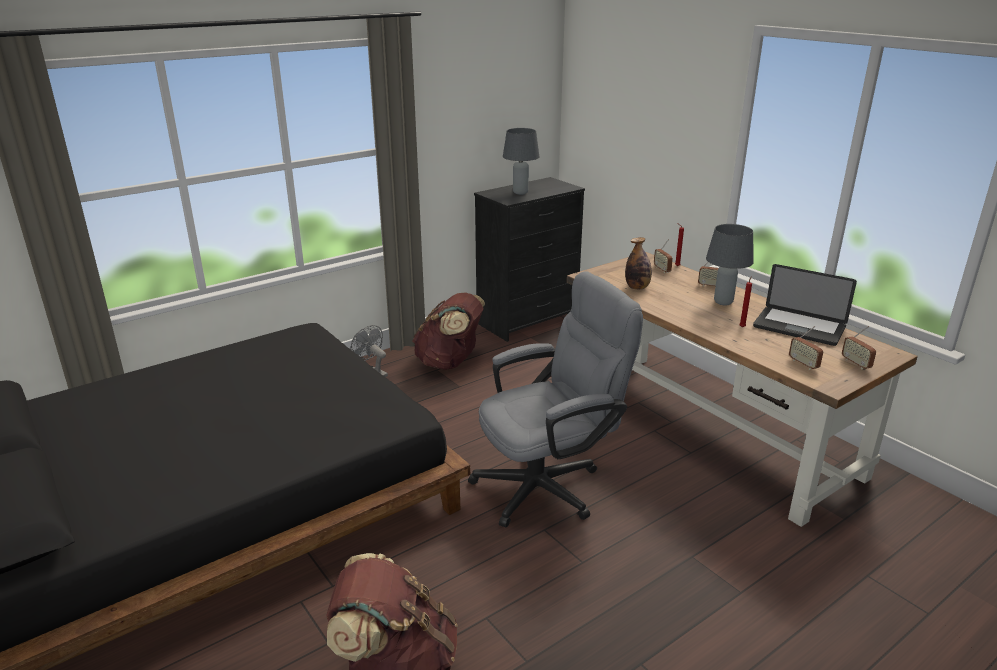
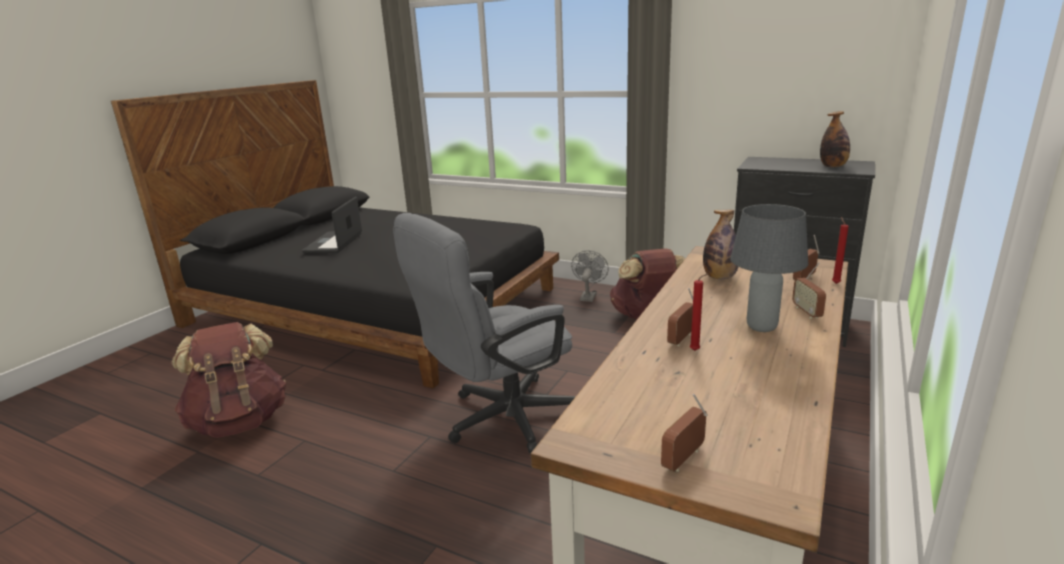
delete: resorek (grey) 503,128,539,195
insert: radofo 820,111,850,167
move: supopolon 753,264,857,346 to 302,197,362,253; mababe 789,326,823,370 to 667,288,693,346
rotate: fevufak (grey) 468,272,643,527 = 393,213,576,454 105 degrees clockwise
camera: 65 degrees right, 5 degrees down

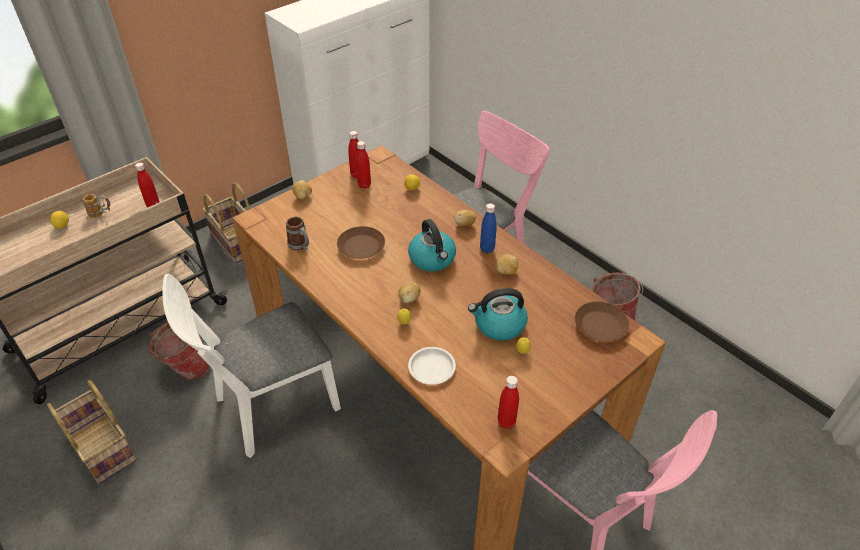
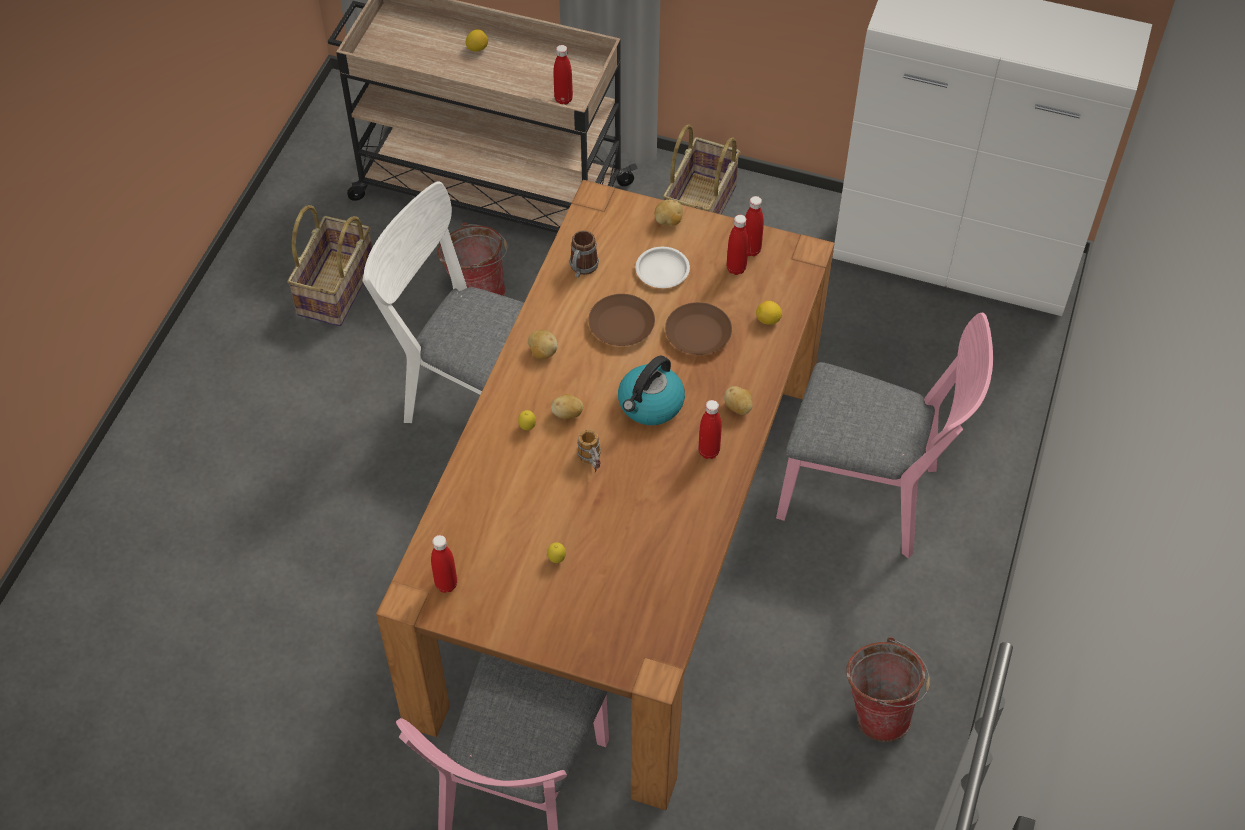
delete: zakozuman 468,288,528,341
move: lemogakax 83,194,110,218 to 577,429,601,472; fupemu 496,255,518,275 to 528,330,558,359; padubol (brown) 575,301,629,342 to 665,302,732,355; padubol (white) 408,347,456,385 to 636,247,690,288
recolor: radofo (blue) 480,203,497,253 to radofo (red) 698,400,722,459
camera: 60 degrees right, 10 degrees up

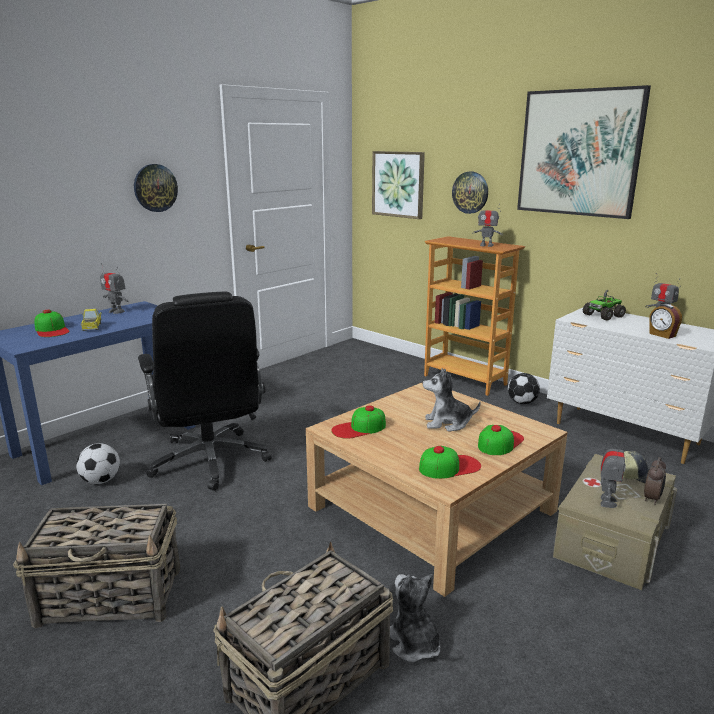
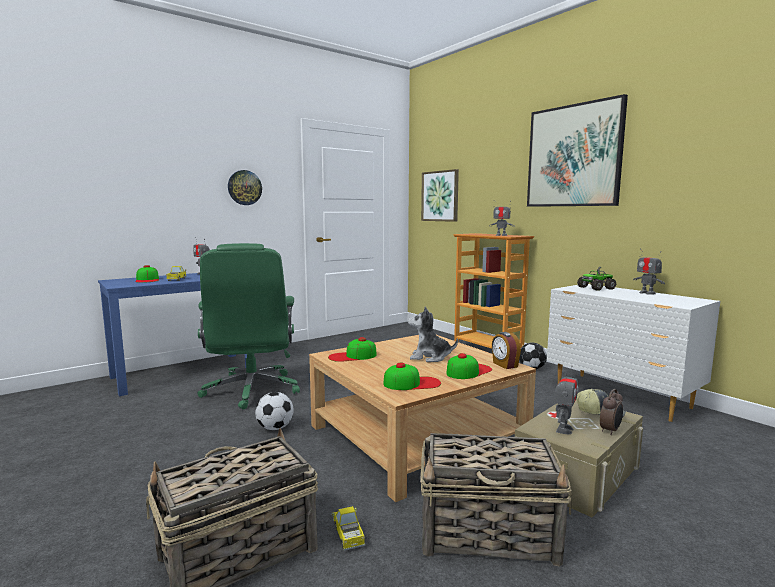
delete: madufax 452,171,488,214
move: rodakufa 649,304,682,339 to 492,332,521,369; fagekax 76,443,120,484 to 255,392,294,430; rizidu 13,504,180,628 to 420,433,572,567
replace: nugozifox 390,574,440,662 to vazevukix 332,506,365,551
recolor: fevufak (black) 138,292,272,491 to fevufak (green) 197,243,300,410
camera: 10 degrees right, 10 degrees down

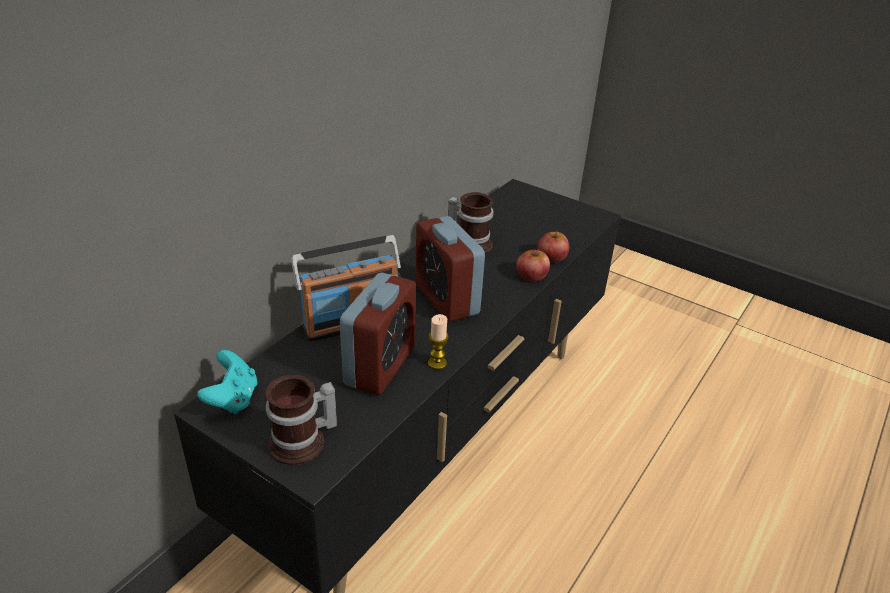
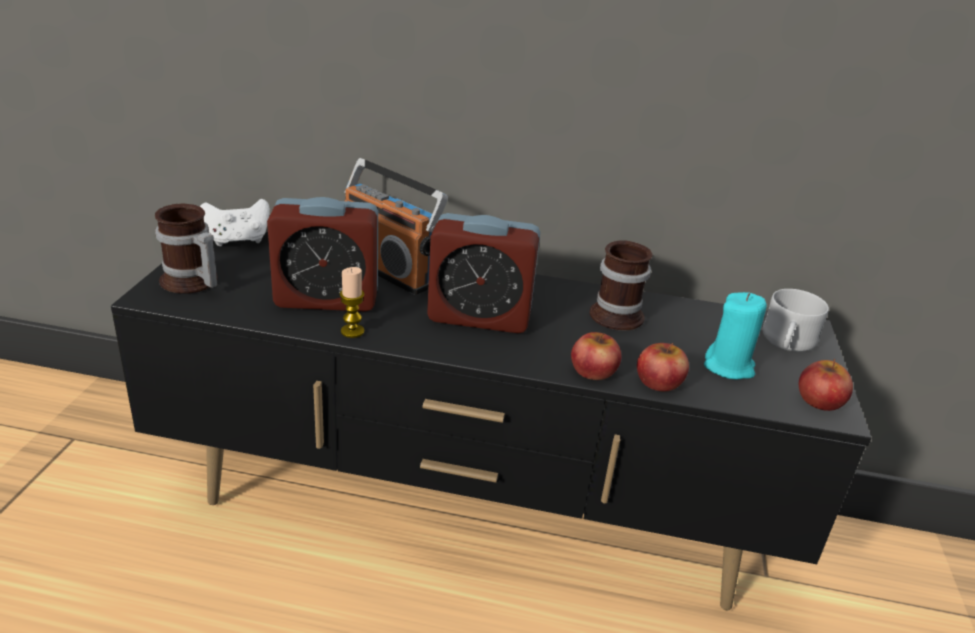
insert: lemogakax (white) 763,289,829,352; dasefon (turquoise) 704,292,767,380; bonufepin 799,358,853,411
recolor: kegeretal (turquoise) 197,350,257,414 to kegeretal (white) 200,199,270,246
rotate: rodakufa 415,216,485,322 = 427,213,540,333 120 degrees counterclockwise
camera: 65 degrees right, 5 degrees down

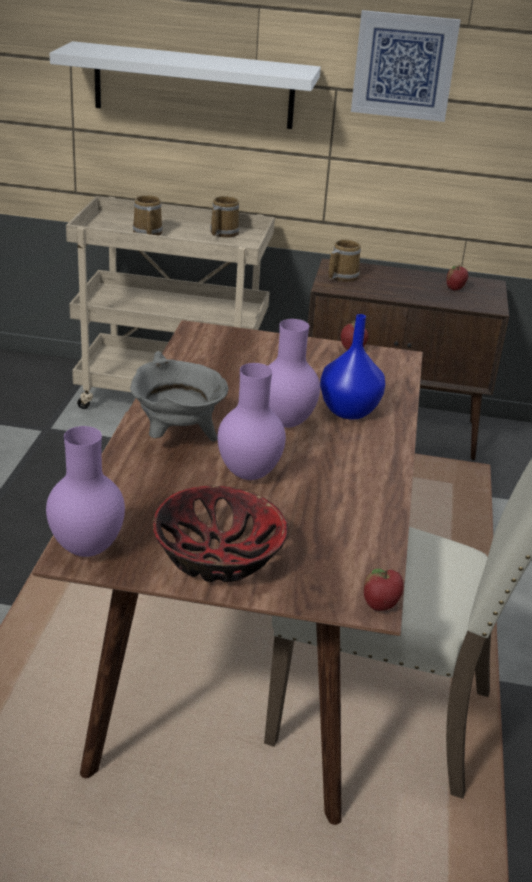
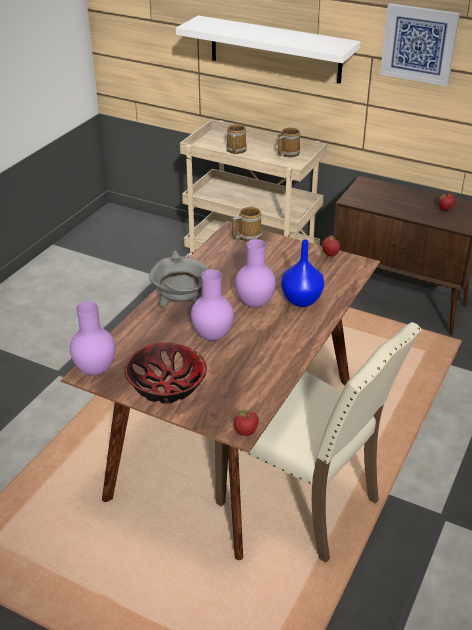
move: lemogakax 328,239,361,282 to 232,207,262,242
camera: 20 degrees right, 5 degrees up

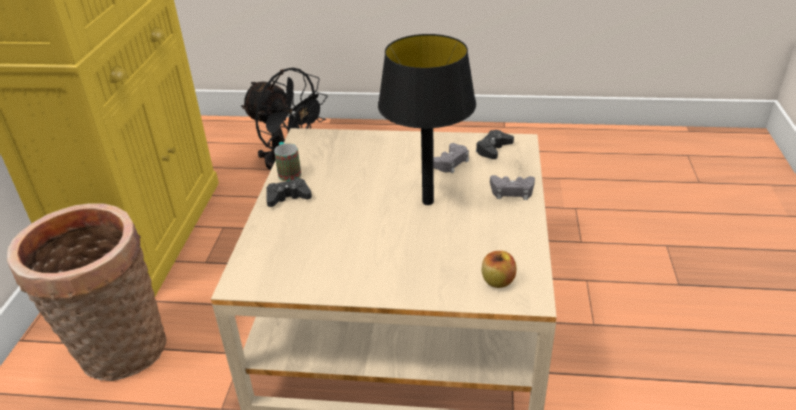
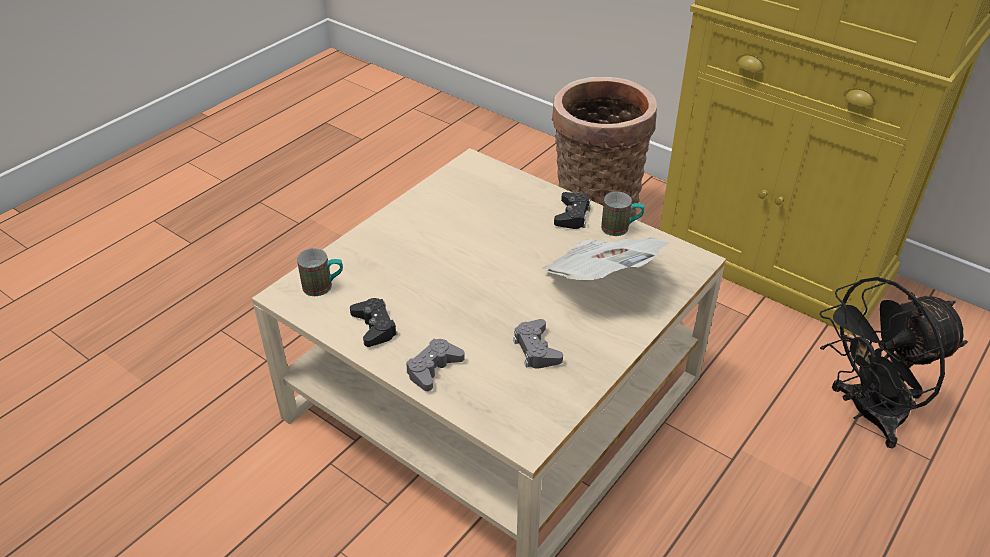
delete: resorek (black) 378,34,476,205
insert: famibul 543,238,669,280
move: kegeretal (black) 476,130,514,159 to 350,298,398,347
replace: bonufepin 482,251,516,288 to lemogakax 297,248,343,296
camera: 120 degrees right, 5 degrees up

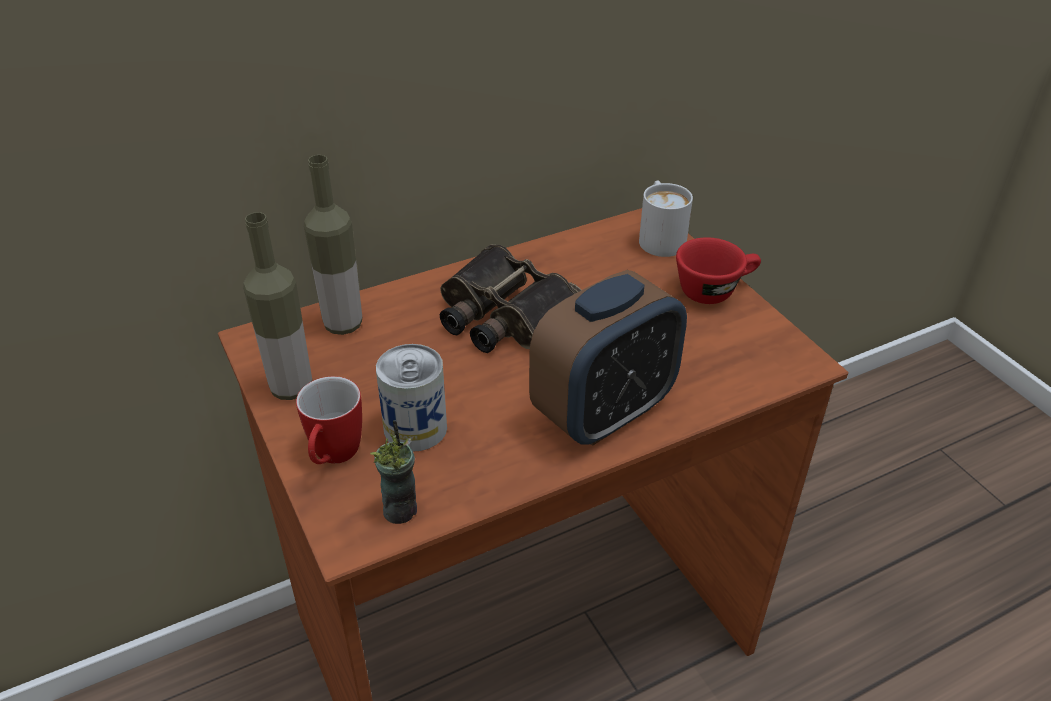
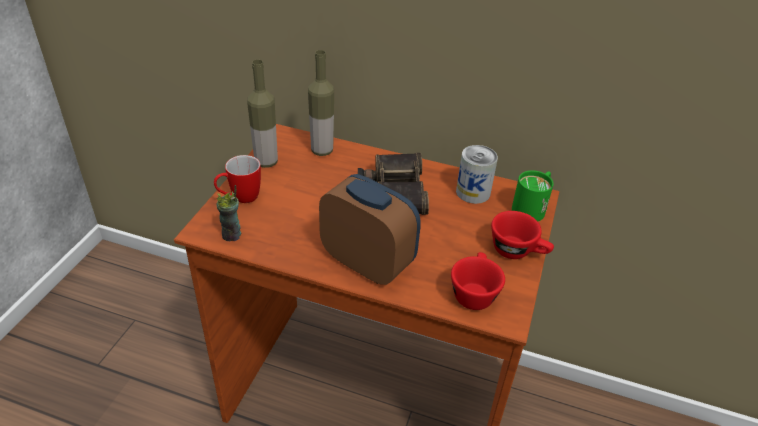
insert: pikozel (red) 451,252,505,310
move: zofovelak 376,344,447,452 to 456,145,498,204
recolor: lemogakax (white) 639,180,693,257 to lemogakax (green) 512,170,554,221
rotate: rodakufa 529,270,687,446 = 319,174,421,285 150 degrees counterclockwise
camera: 45 degrees right, 0 degrees up

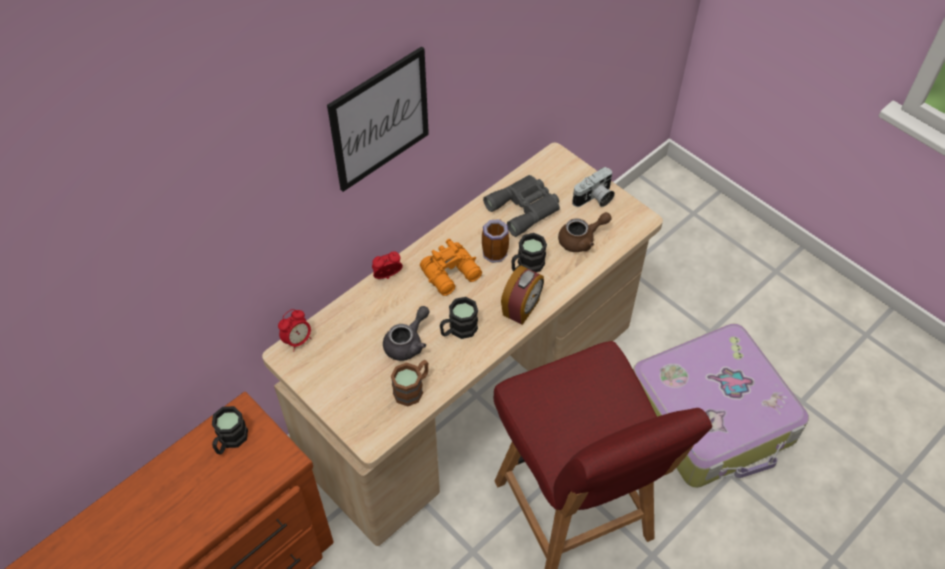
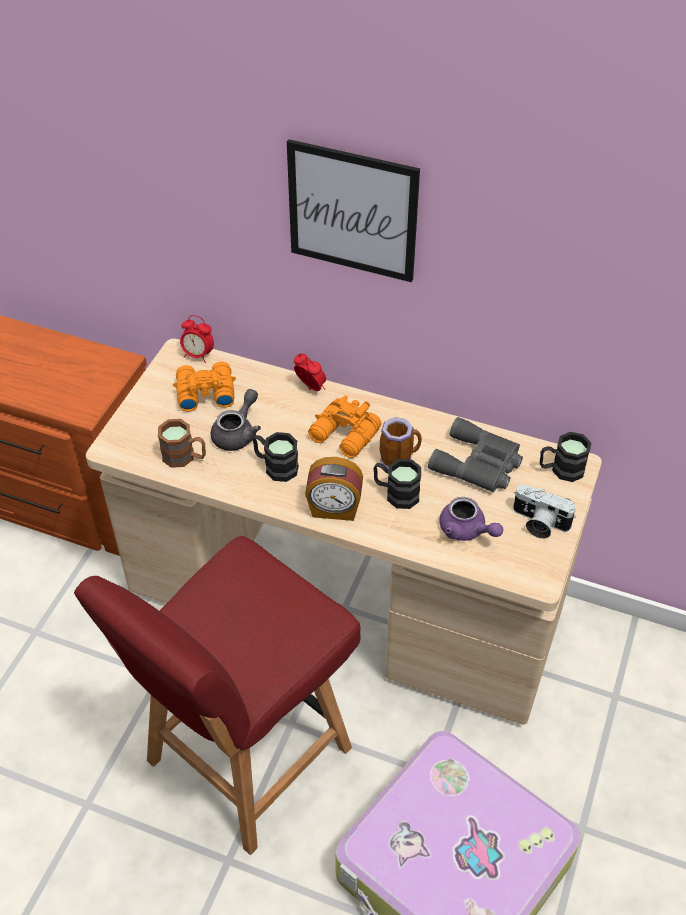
insert: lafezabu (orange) 173,361,236,412
move: lemogakax (black) 212,406,248,454 to 540,432,591,482
recolor: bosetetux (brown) 558,212,612,252 to bosetetux (purple) 439,497,503,541
rotate: bosetetux (grey) 383,306,430,361 = 211,389,261,451 75 degrees counterclockwise
camera: 65 degrees right, 5 degrees down

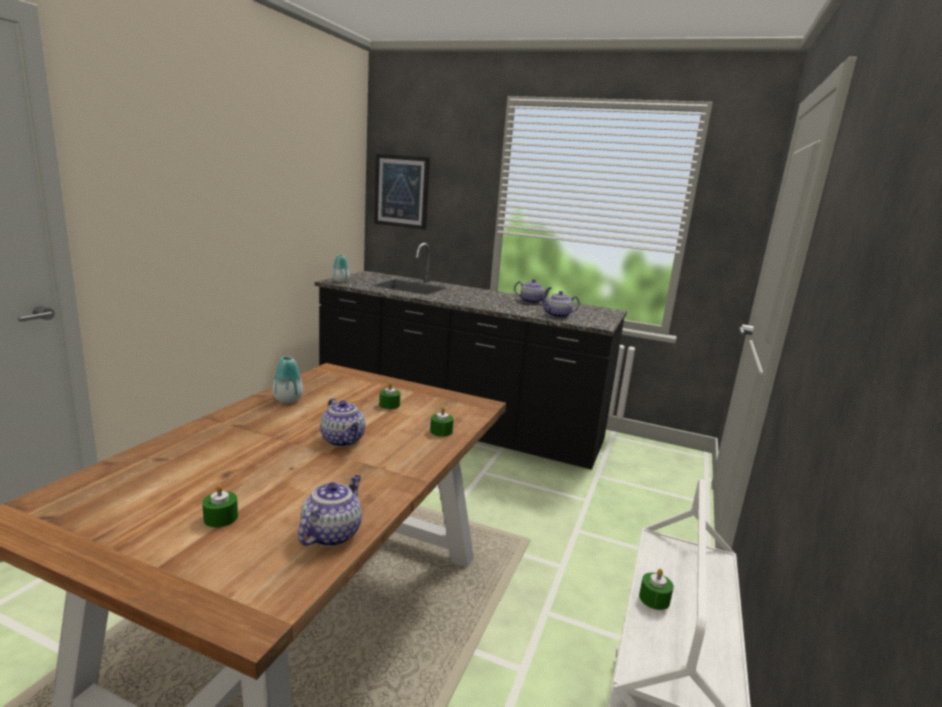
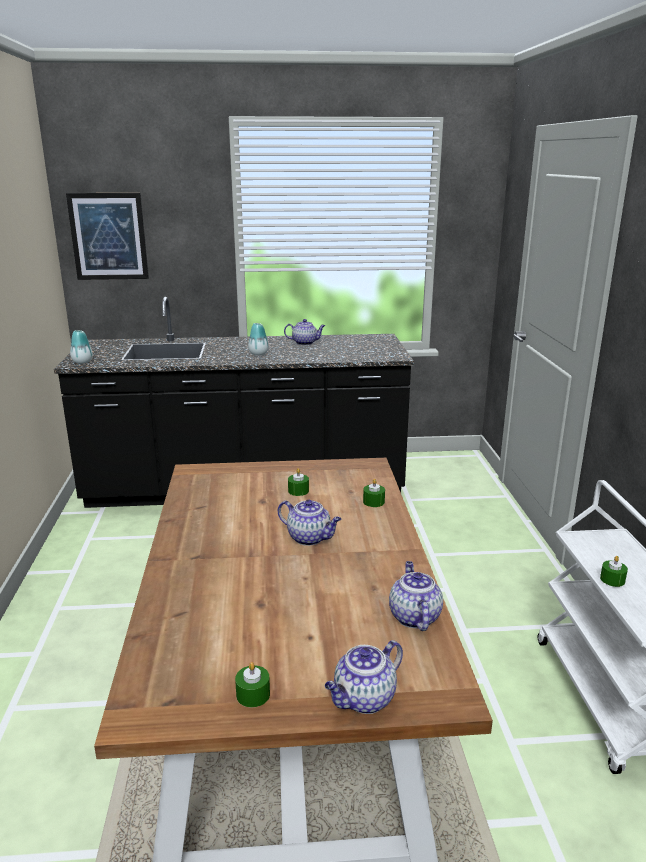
move: bosetetux 540,291,580,318 to 325,640,403,714; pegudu 272,356,303,403 to 248,323,269,355; dasefon (green) 202,484,238,528 to 235,662,270,707
camera: 25 degrees left, 5 degrees up

